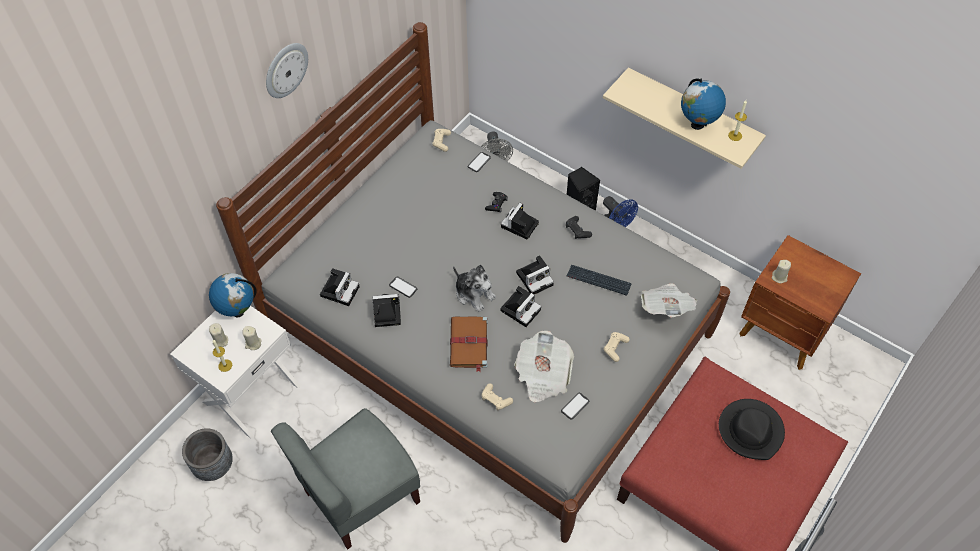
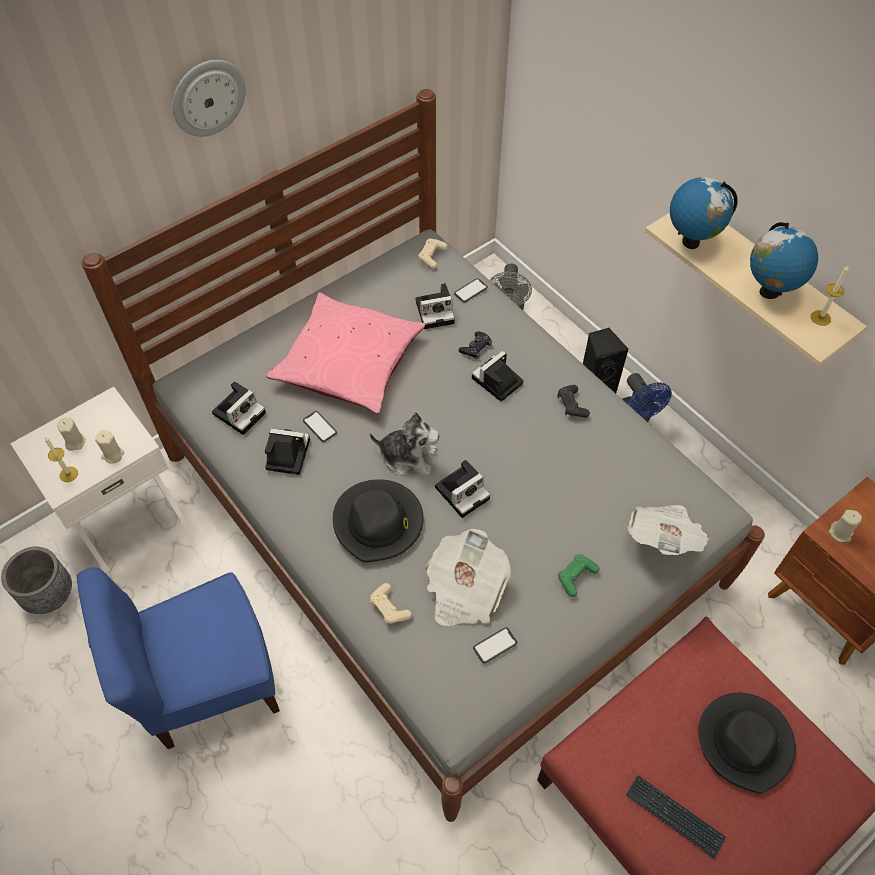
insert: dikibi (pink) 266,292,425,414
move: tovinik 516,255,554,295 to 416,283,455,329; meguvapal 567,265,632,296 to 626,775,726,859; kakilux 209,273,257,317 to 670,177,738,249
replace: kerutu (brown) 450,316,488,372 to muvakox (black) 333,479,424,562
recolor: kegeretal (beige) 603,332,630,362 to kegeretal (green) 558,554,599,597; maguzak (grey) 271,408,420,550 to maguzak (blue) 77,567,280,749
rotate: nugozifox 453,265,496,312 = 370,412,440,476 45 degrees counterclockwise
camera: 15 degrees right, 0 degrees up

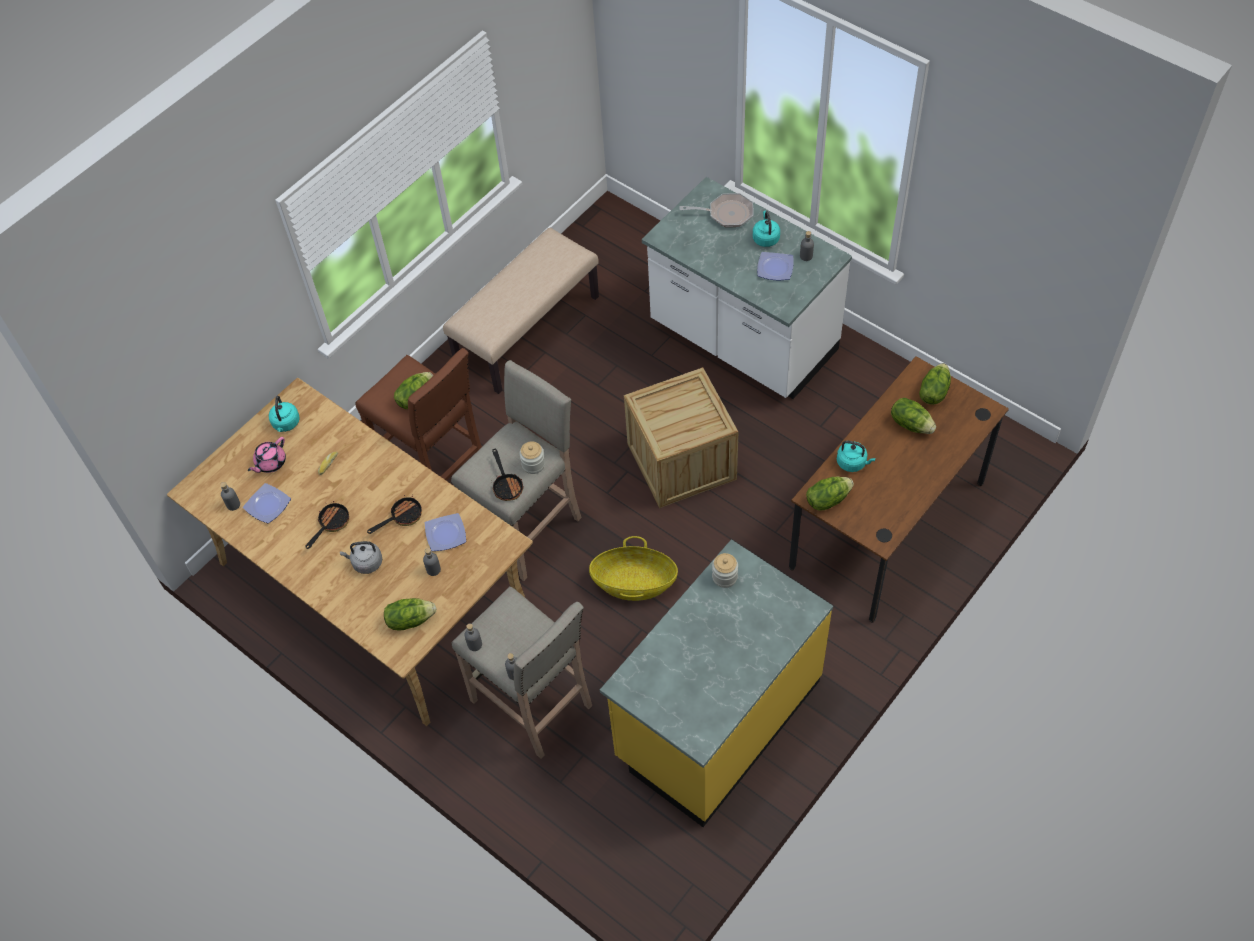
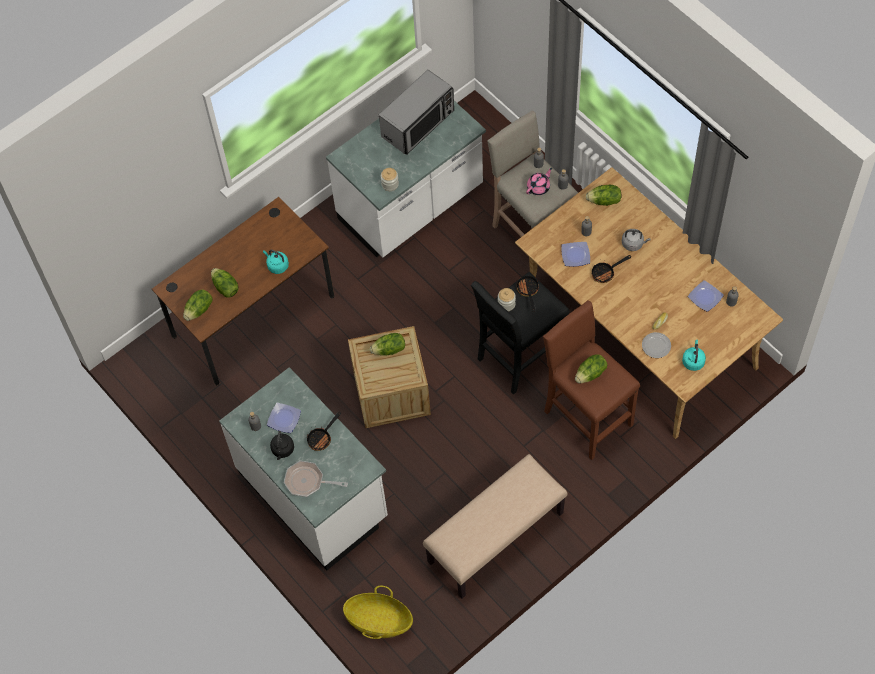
insert: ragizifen 379,70,454,155; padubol 642,332,671,358
move: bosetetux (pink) 248,437,286,473 to 526,168,552,195; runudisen 806,477,854,511 to 370,333,405,356; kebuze 305,501,349,549 to 307,412,341,451; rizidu 589,536,678,601 to 343,586,413,639
recolor: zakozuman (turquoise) 753,210,780,247 to zakozuman (black) 270,431,294,460; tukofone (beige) 451,360,582,581 to tukofone (black) 471,272,570,395; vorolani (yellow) 600,539,833,827 to vorolani (white) 326,101,486,257
camera: 170 degrees left, 5 degrees up

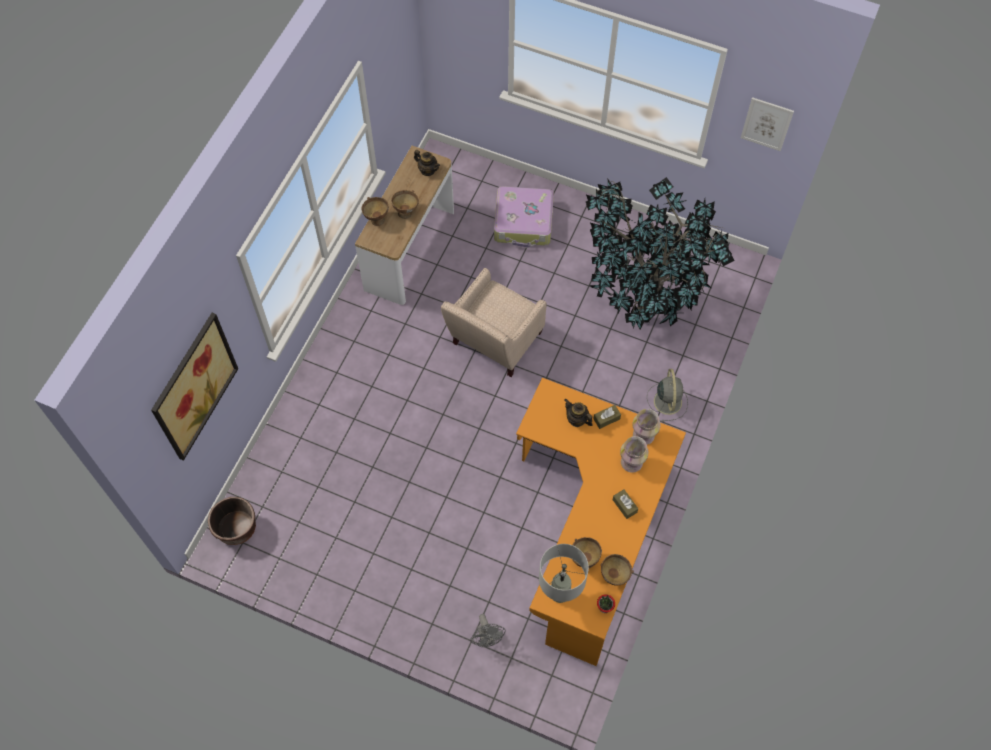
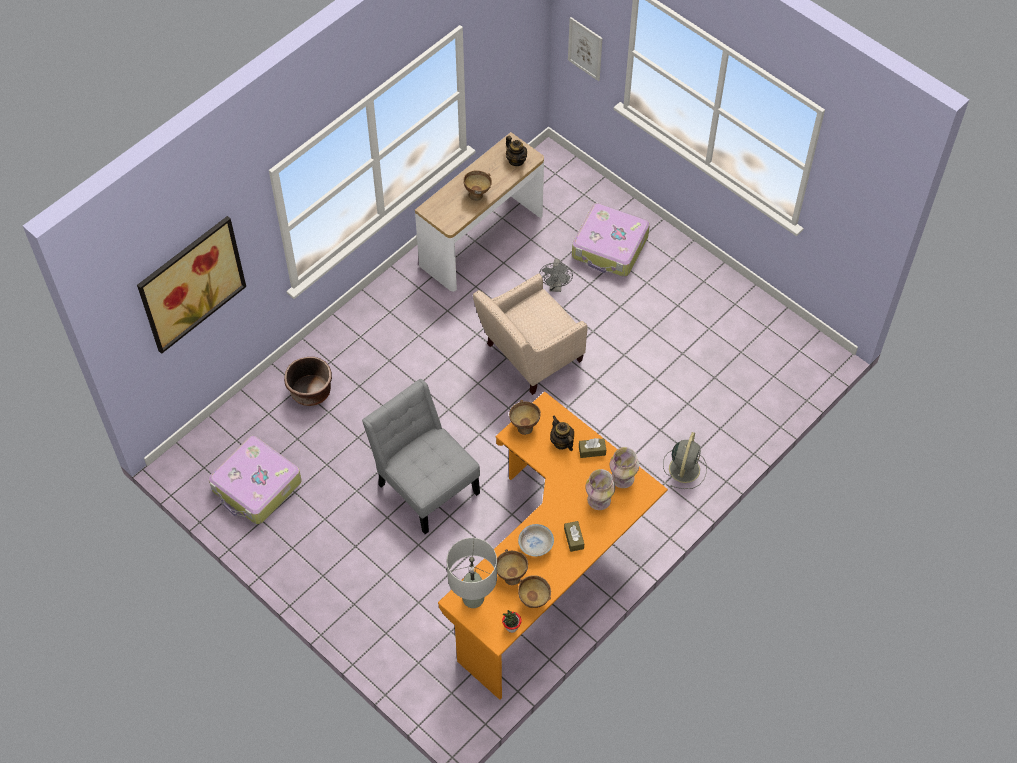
delete: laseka 586,177,735,329
insert: maguzak (grey) 362,379,480,534; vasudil 209,436,302,524; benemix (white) 518,524,554,557
move: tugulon 741,97,794,151 to 568,17,602,81; benemix (brown) 362,197,389,226 to 509,400,541,435; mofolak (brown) 208,497,256,545 to 284,357,332,406; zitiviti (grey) 471,614,506,647 to 539,258,573,292
camera: 20 degrees right, 5 degrees down

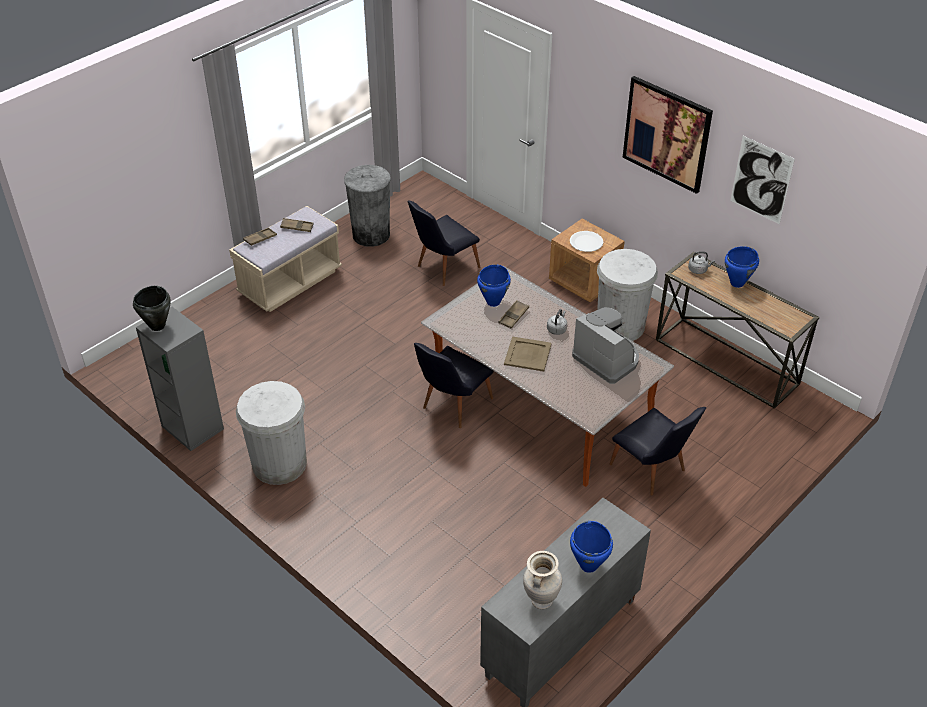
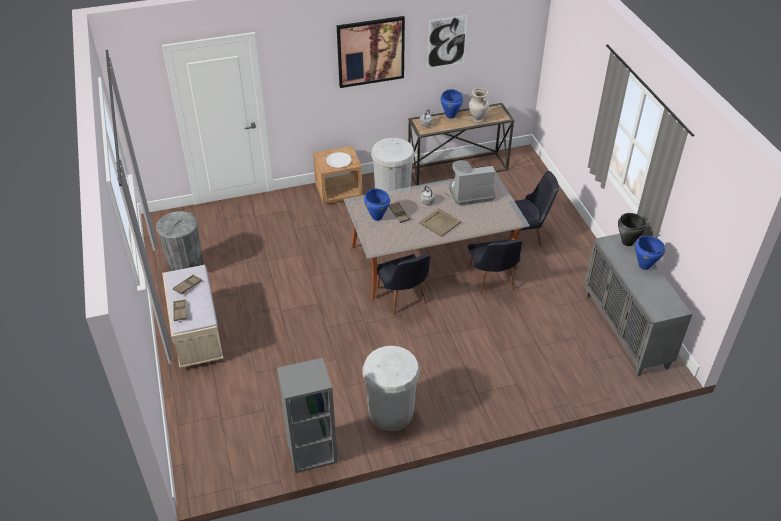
move: maguzak (black) 408,200,481,286 to 468,240,522,295; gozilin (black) 133,286,171,331 to 618,213,647,246; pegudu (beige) 523,551,562,609 to 469,88,489,123
camera: 60 degrees left, 0 degrees up

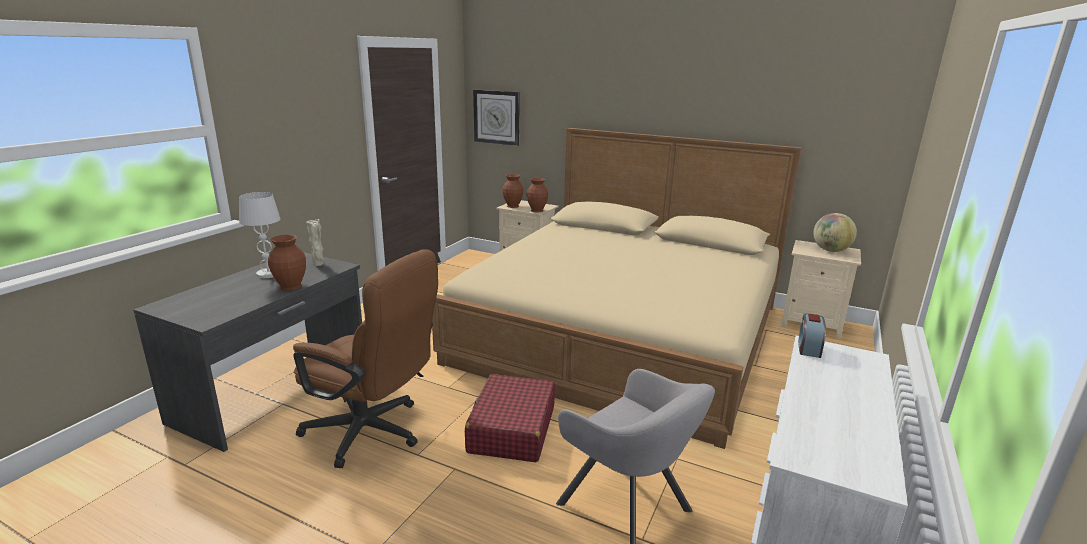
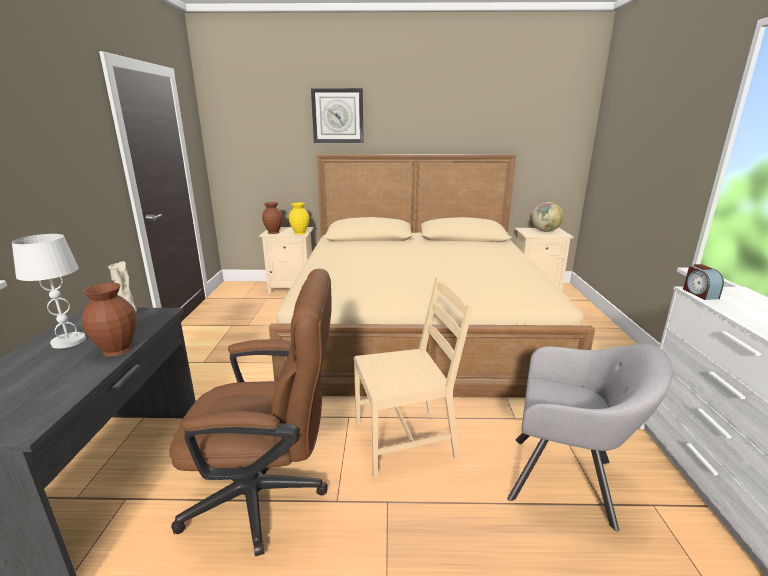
move: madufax 473,89,520,146 to 311,88,364,143
replace: vasudil (red) 465,374,555,462 to maguzak (beige) 354,277,473,478
recolor: pegudu (brown) 526,178,548,212 to pegudu (yellow) 289,203,309,235
camera: 25 degrees left, 0 degrees up

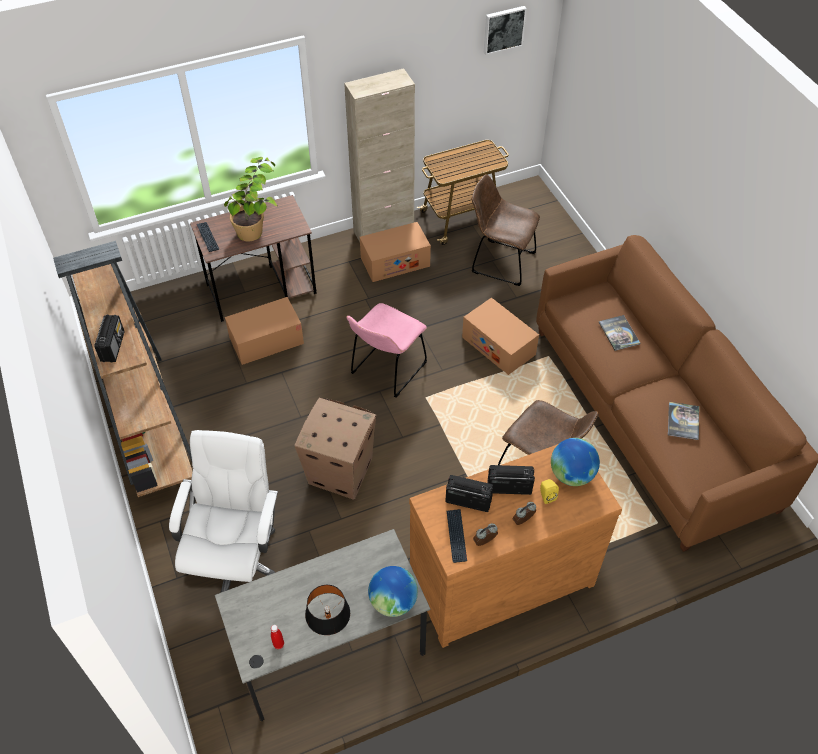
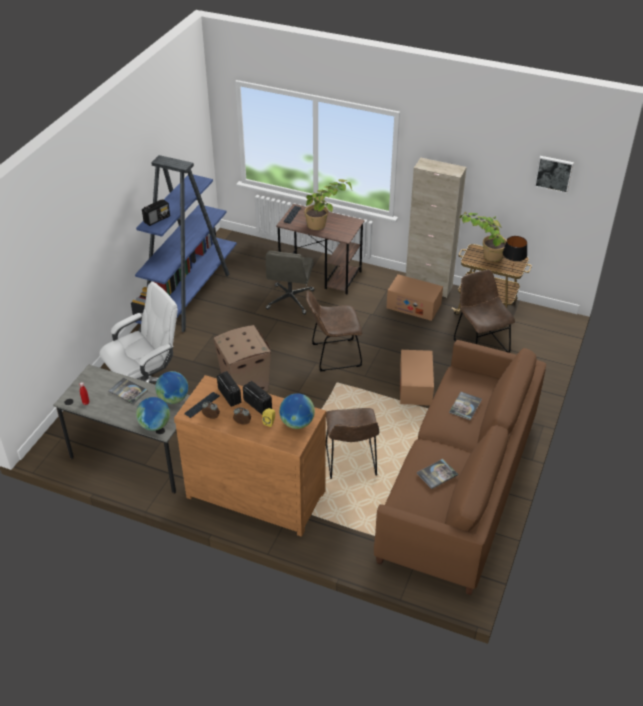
insert: laseka 460,212,507,262; kakilux 155,371,188,404; kerutu 108,378,148,404
move: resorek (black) 305,585,350,635 to 503,236,527,269
replace: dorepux 225,297,304,365 to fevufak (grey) 266,251,314,314
recolor: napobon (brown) 53,241,193,497 to napobon (blue) 131,155,237,332; maguzak (pink) 346,303,427,398 to maguzak (brown) 306,291,362,371
camera: 45 degrees right, 10 degrees down

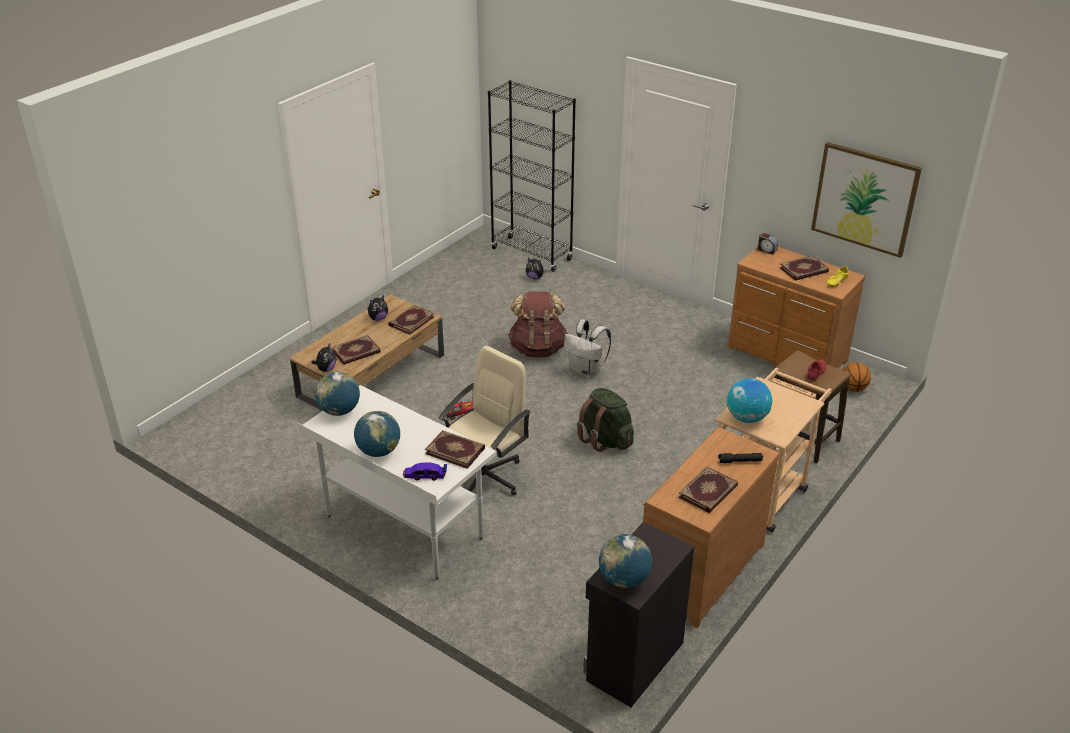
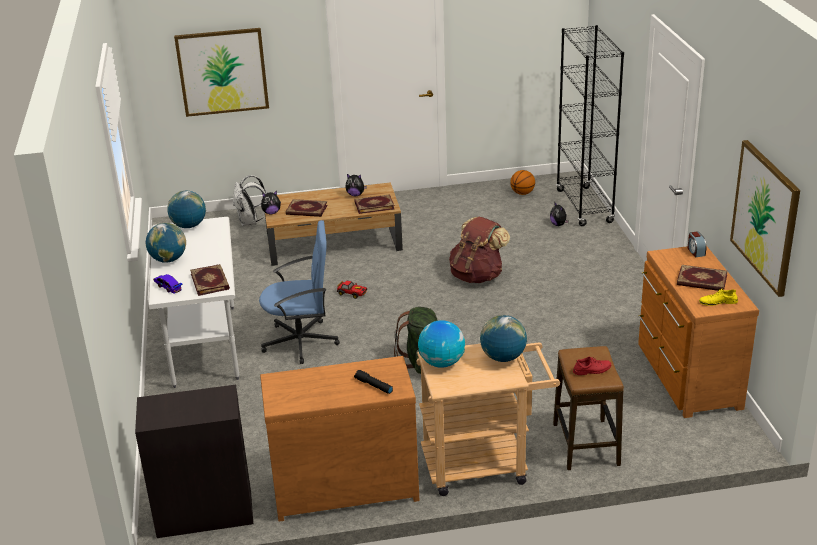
delete: kerutu 679,466,738,513
insert: tugulon 174,28,269,117
move: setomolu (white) 564,319,611,378 to 233,175,266,226; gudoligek 843,363,871,392 to 510,170,535,195; kakilux 599,534,652,588 to 480,315,527,362
recolor: fevufak (beige) 438,346,531,495 to fevufak (blue) 259,220,340,364
camera: 45 degrees right, 5 degrees down

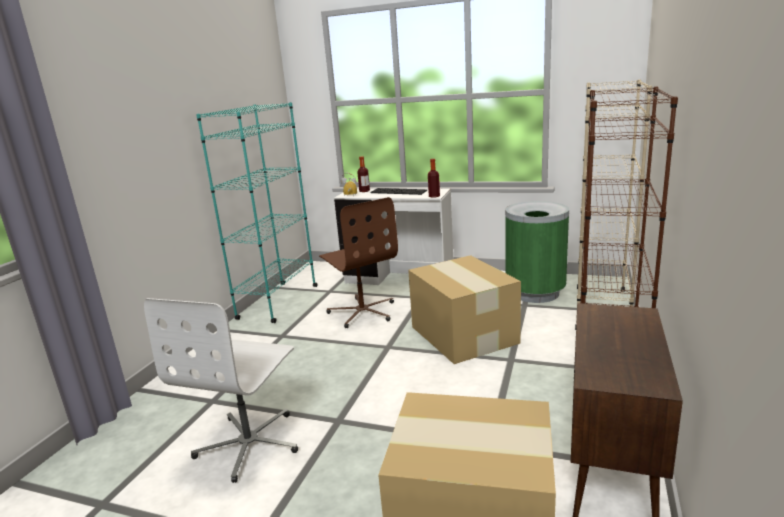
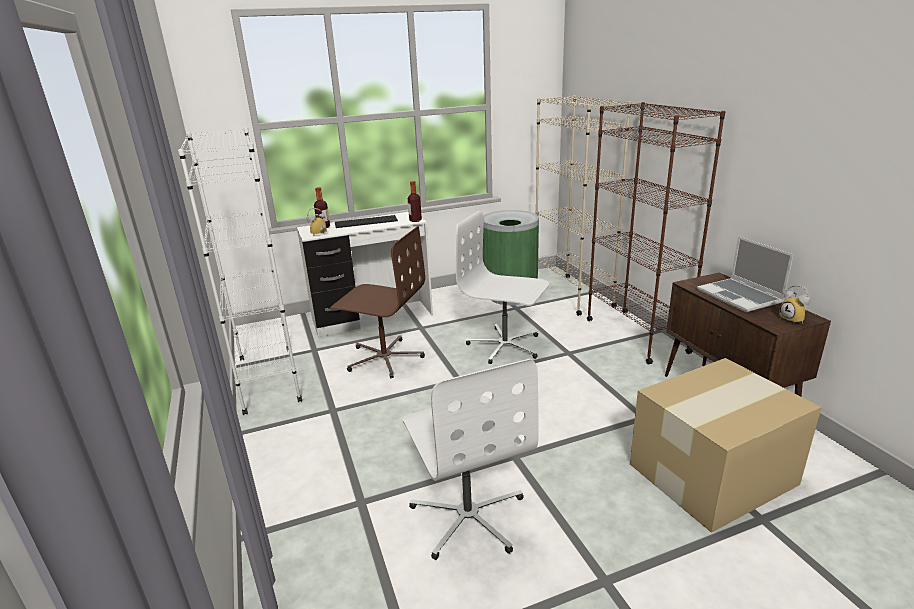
insert: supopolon 697,236,794,312; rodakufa 779,285,811,324
replace: dorepux 408,255,521,364 to fevufak (white) 456,211,549,364
recolor: napobon (turquoise) 196,102,317,323 to napobon (white) 178,127,302,415
camera: 40 degrees left, 5 degrees up

